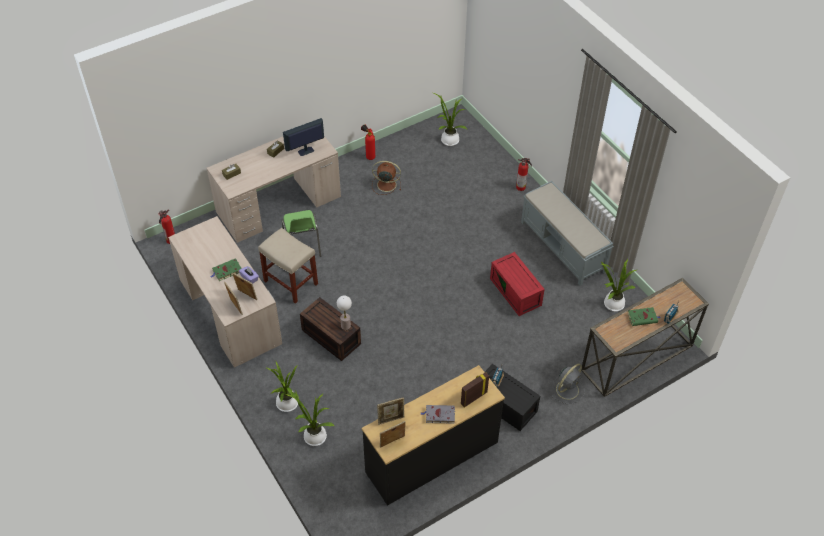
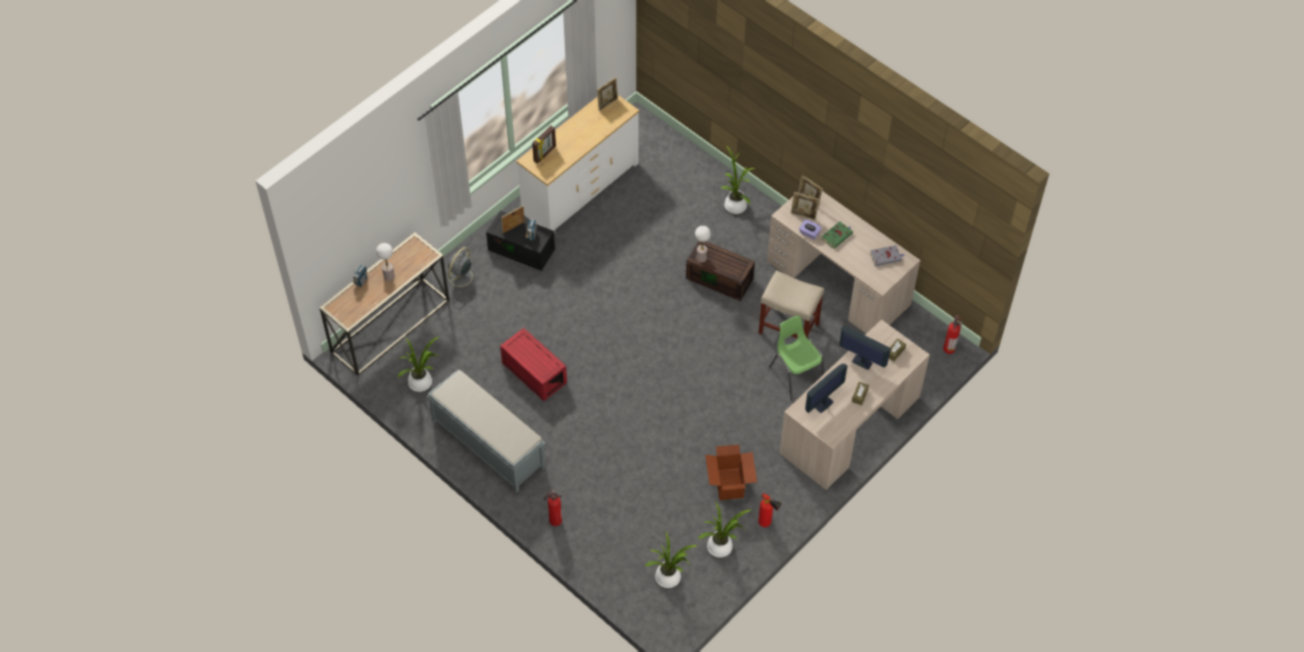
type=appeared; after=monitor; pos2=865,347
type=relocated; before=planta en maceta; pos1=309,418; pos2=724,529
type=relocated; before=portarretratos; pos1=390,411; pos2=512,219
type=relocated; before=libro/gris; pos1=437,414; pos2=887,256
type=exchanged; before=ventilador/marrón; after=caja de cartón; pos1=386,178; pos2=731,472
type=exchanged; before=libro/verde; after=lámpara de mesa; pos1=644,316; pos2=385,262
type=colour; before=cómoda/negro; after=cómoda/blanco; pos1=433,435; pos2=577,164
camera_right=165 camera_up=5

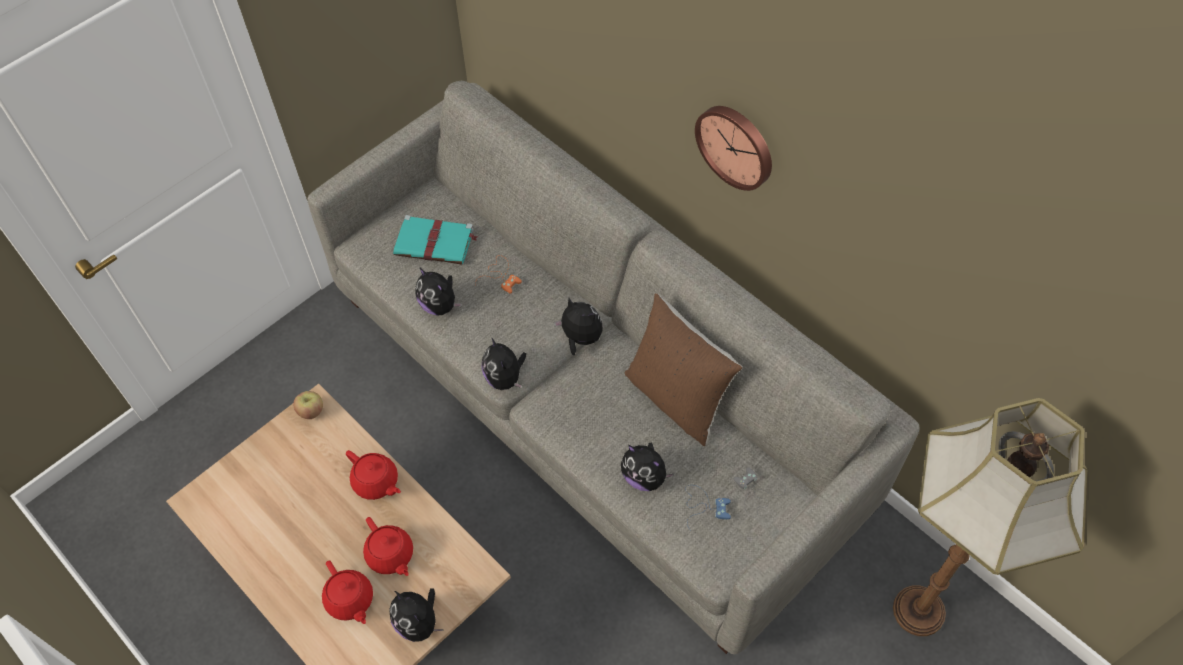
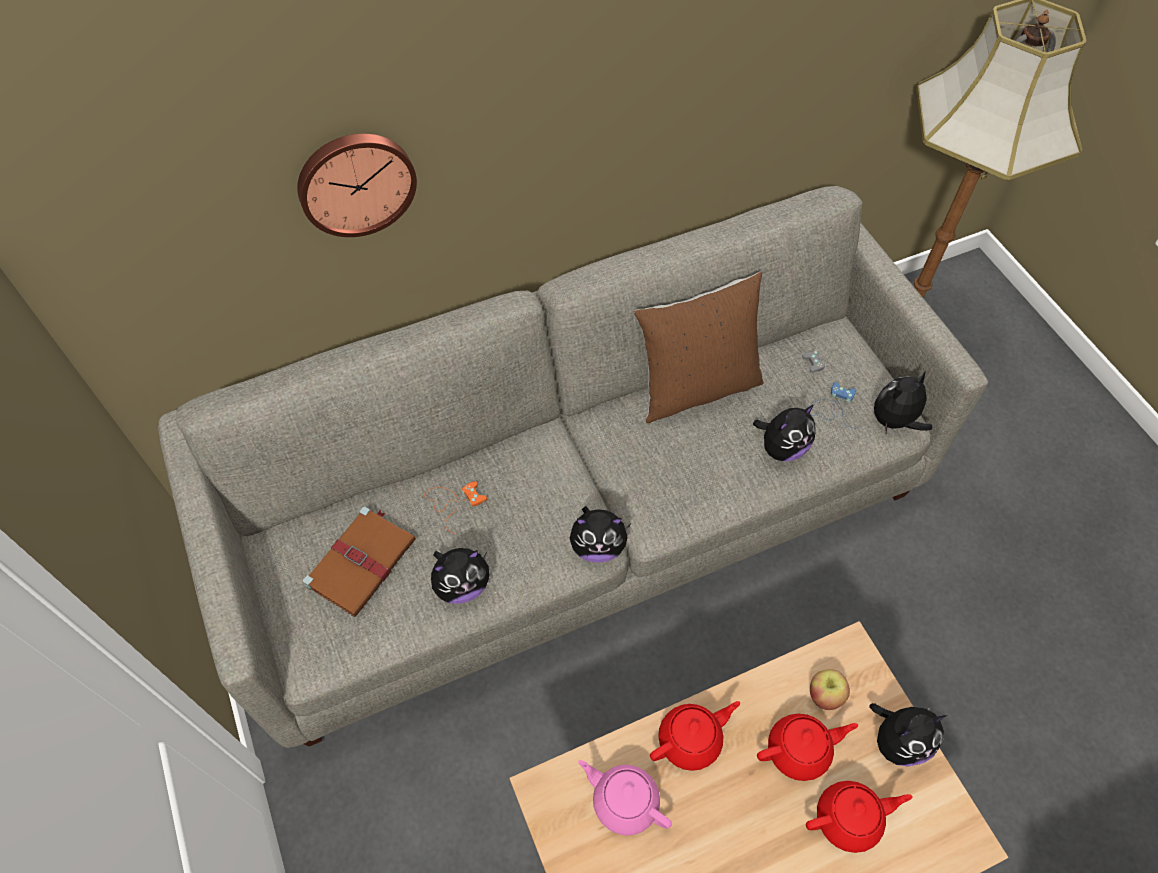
type=appeared; after=tetera/rosa; pos2=625,798
type=relocated; before=manzana; pos1=308,405; pos2=830,689
type=relocated; before=peluche; pos1=578,326; pos2=903,401
type=relocated; before=reloj de pared; pos1=733,148; pos2=357,185
type=colour; before=libro/turquesa; after=libro/marrón; pos1=435,240; pos2=359,562
camera_right=-70 camera_up=0

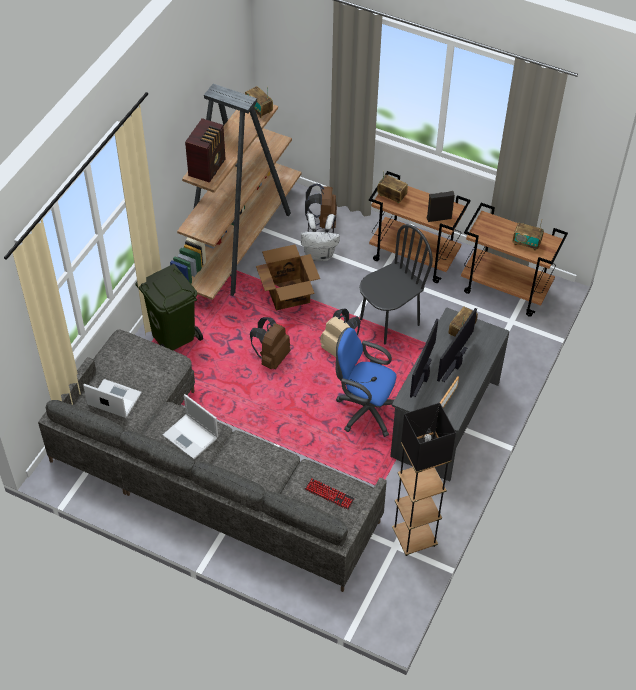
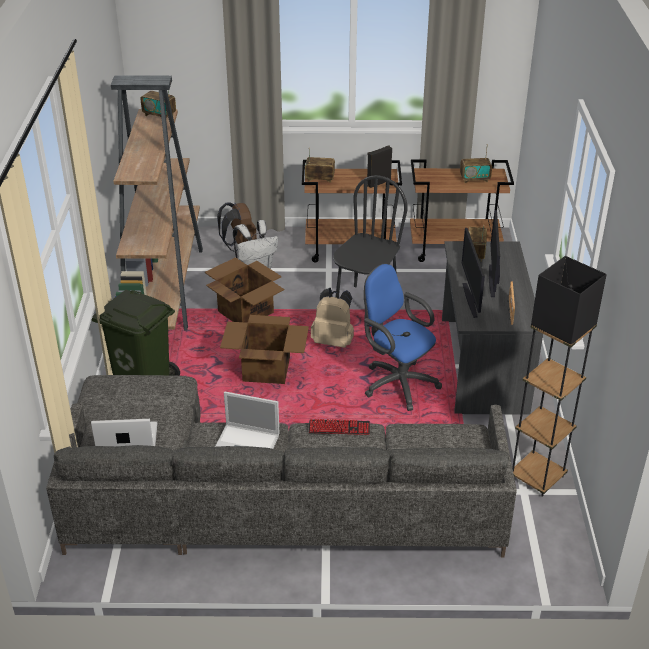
type=missing; before=radio; pos1=205,150
type=relocated; before=teclado; pos1=330,494; pos2=339,427
type=exchanged; before=mochila/marrón; after=caja de cartón; pos1=270,343; pos2=264,349
type=spun; before=silla de oficina/azul; pos1=365,382; pos2=403,337; turn=45
camera_right=-25 camera_up=-15

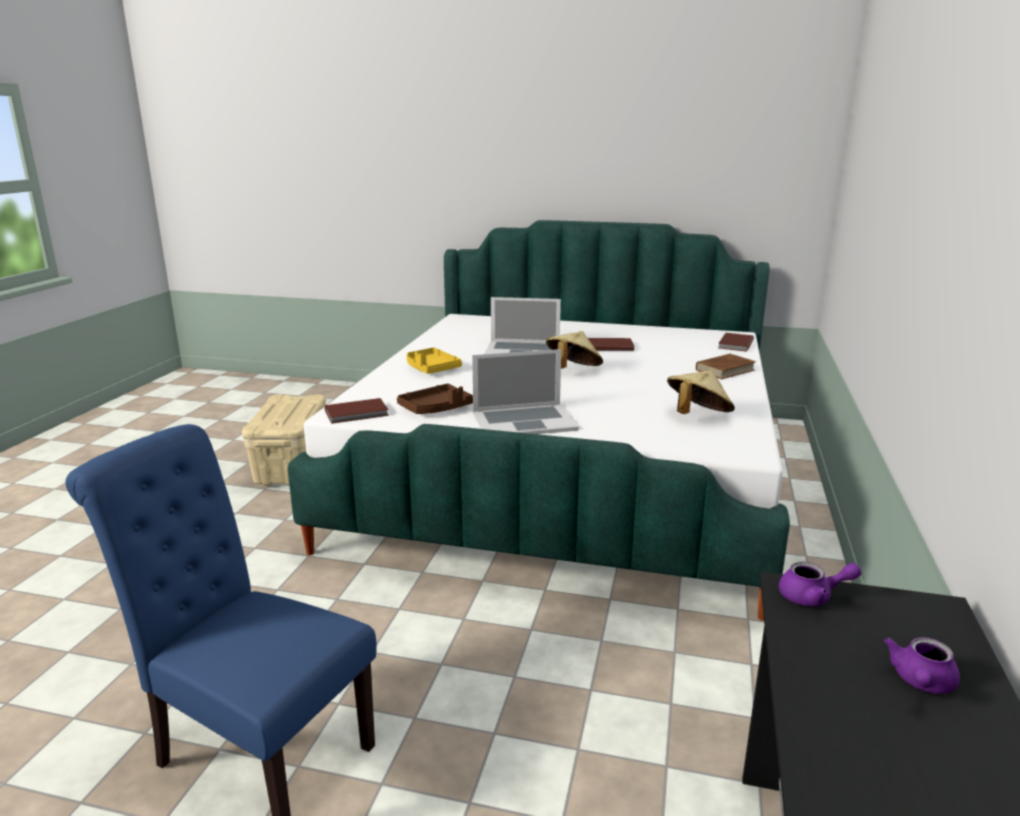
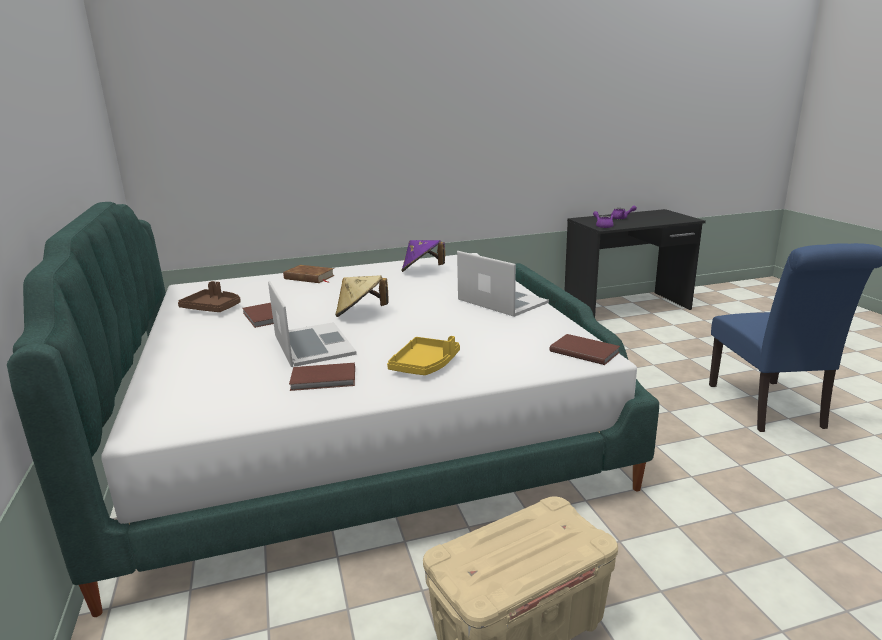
type=relocated; before=bandeja/marrón; pos1=435,399; pos2=209,296
type=relocated; before=libro/marrón; pos1=736,342; pos2=322,377
type=colour; before=sombrero/beis; after=sombrero/morado; pos1=701,392; pos2=423,256
camera_right=-120 camera_up=0

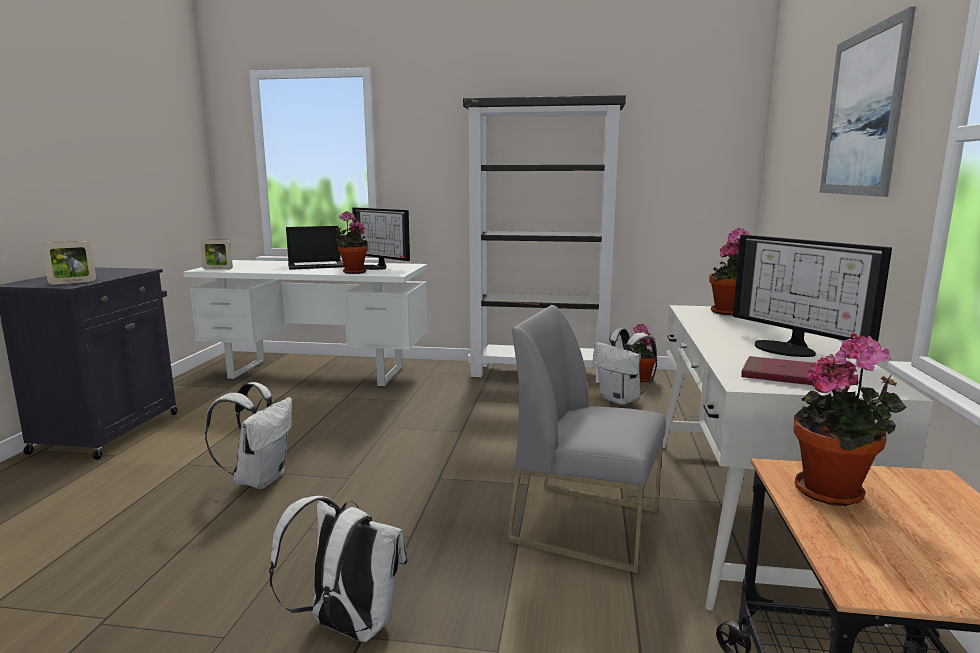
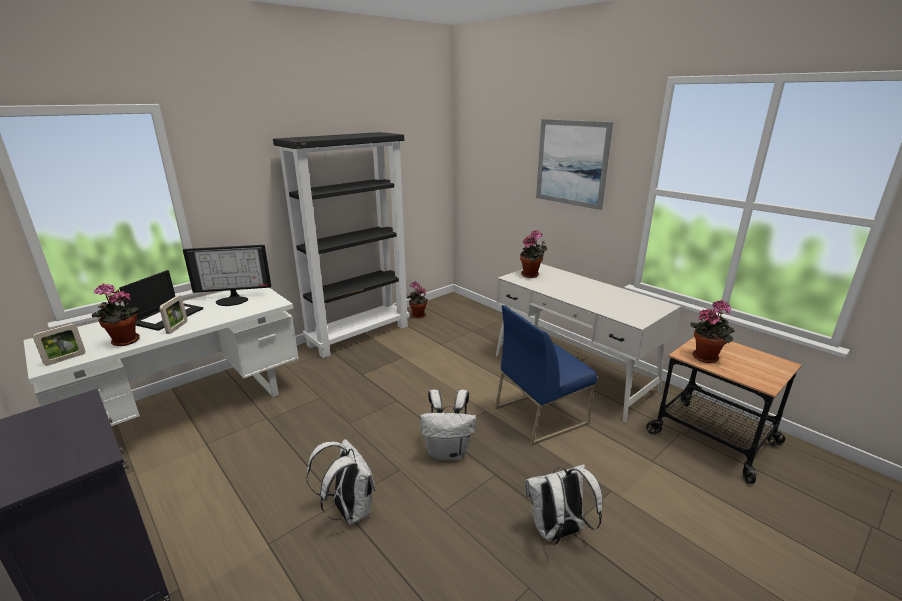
type=missing; before=monitor; pos1=812,295
type=missing; before=libro/rojo; pos1=785,370
type=relocated; before=portarretratos; pos1=69,263; pos2=173,314
type=relocated; before=planta en maceta; pos1=350,242; pos2=116,314
type=relocated; before=mochila/blanco; pos1=625,366; pos2=448,424
type=colour; before=silla/gris; after=silla/azul; pos1=586,439; pos2=546,375
camera_right=-50 camera_up=10

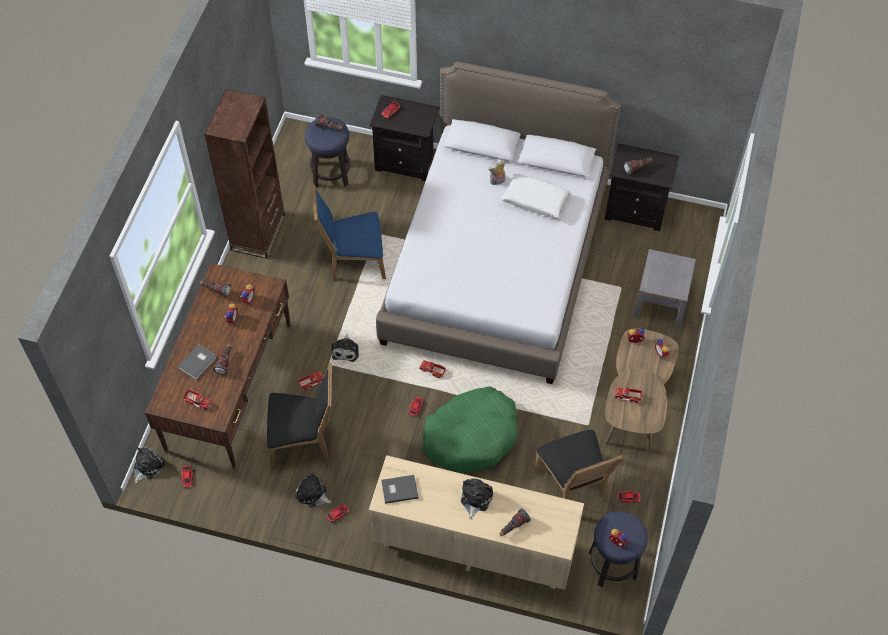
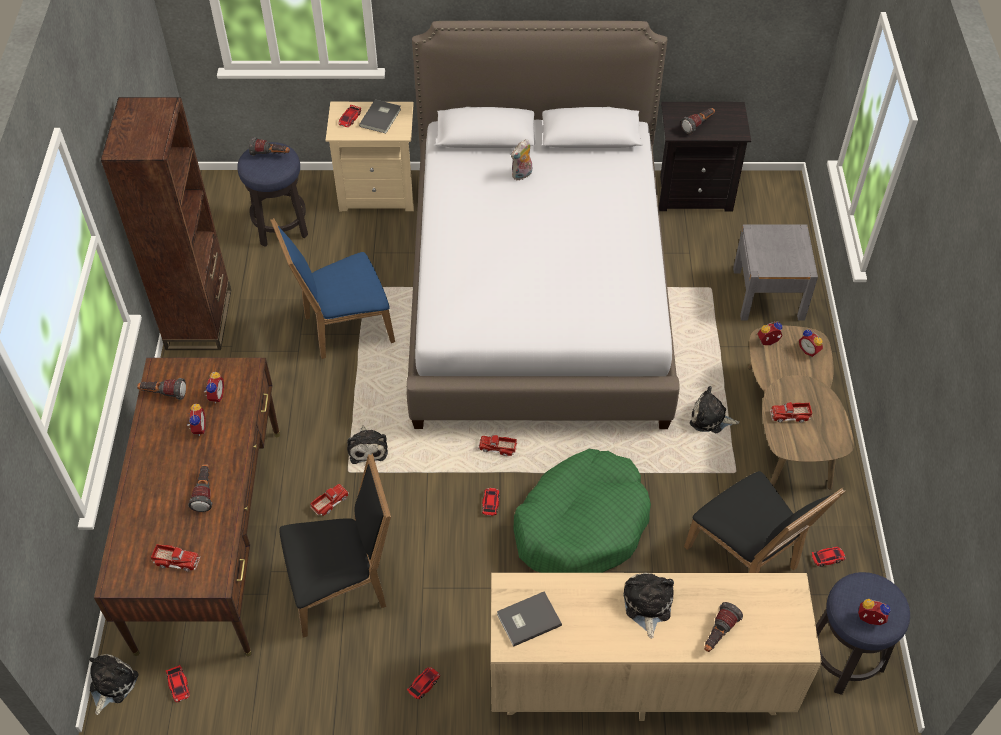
type=missing; before=cojín/blanco; pos1=536,196
type=relocated; before=libro/gris; pos1=197,361; pos2=380,116
type=relocated; before=peluche; pos1=313,489; pos2=714,409
type=colour; before=mesita de noche/negro; after=mesita de noche/beis; pos1=404,138; pos2=370,156
camera_right=-15 camera_up=-5

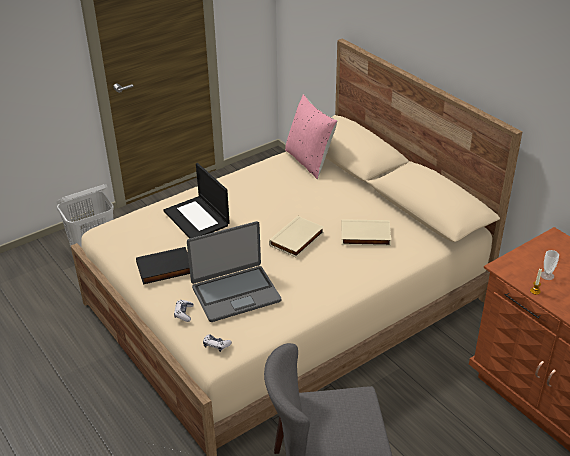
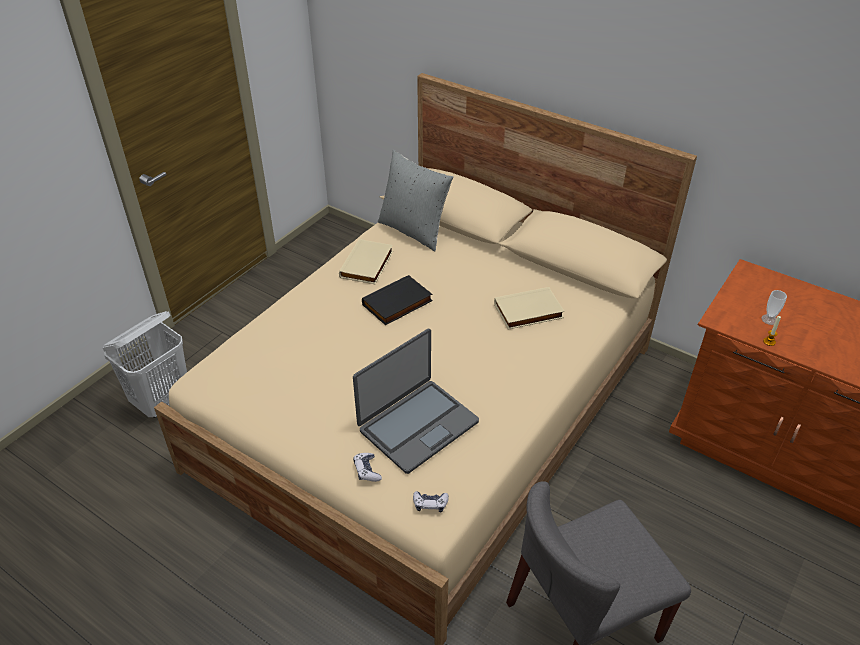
type=missing; before=portátil; pos1=197,200
type=relocated; before=libro/negro; pos1=163,265; pos2=397,300
type=relocated; before=libro/beis; pos1=296,236; pos2=366,261
type=colour; before=cojín/rosa; after=cojín/gris; pos1=311,136; pos2=416,200
camera_right=-20 camera_up=5

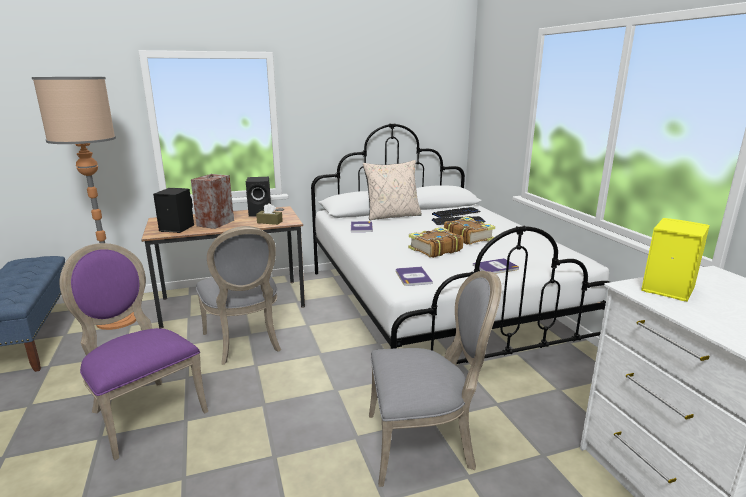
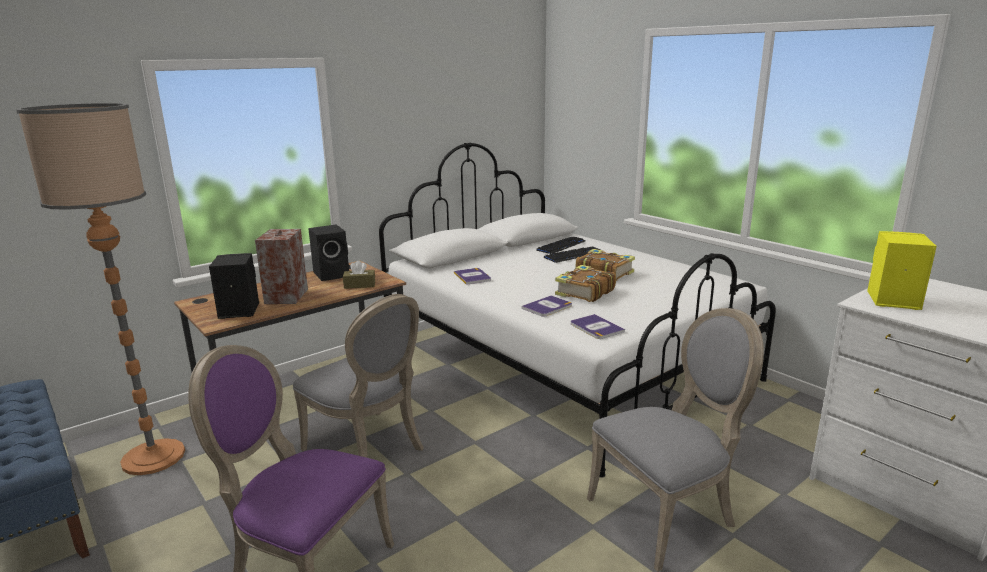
type=missing; before=cojín/beis; pos1=392,190
type=relocated; before=libro; pos1=496,266; pos2=546,306
camera_right=-20 camera_up=0

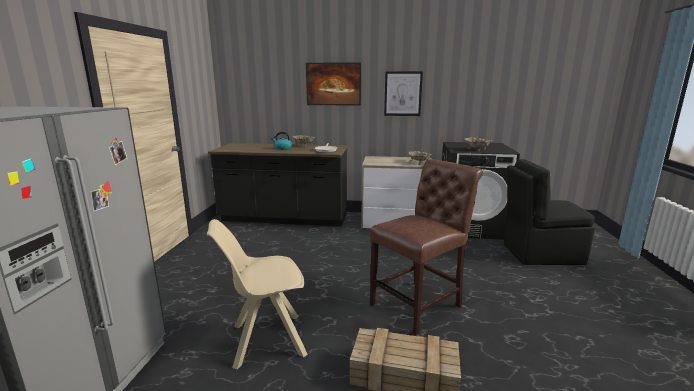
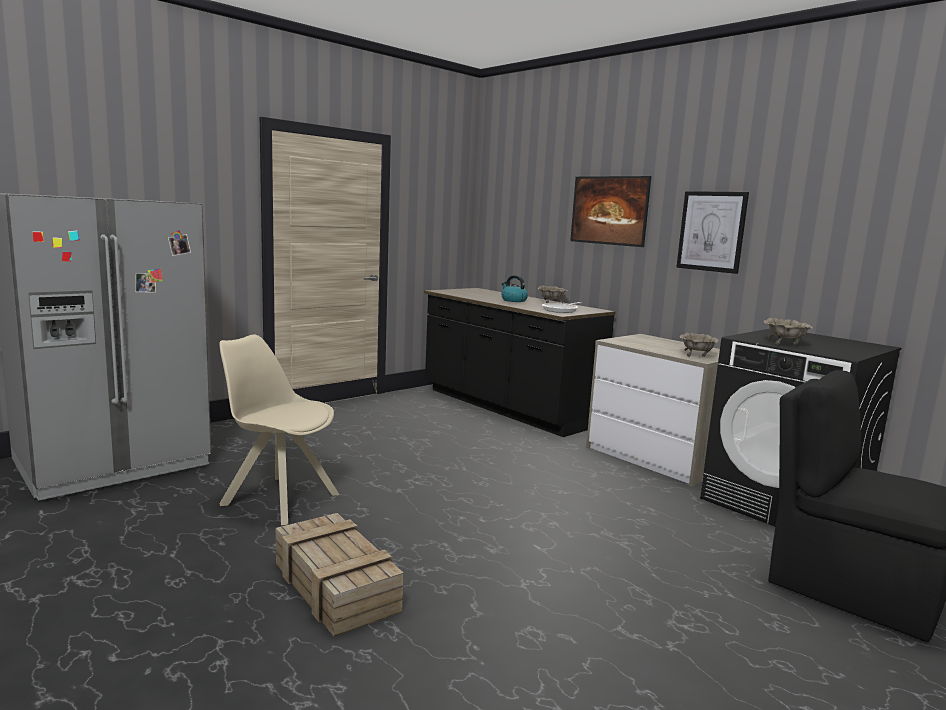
type=missing; before=silla/marrón; pos1=426,247
camera_right=40 camera_up=-5

